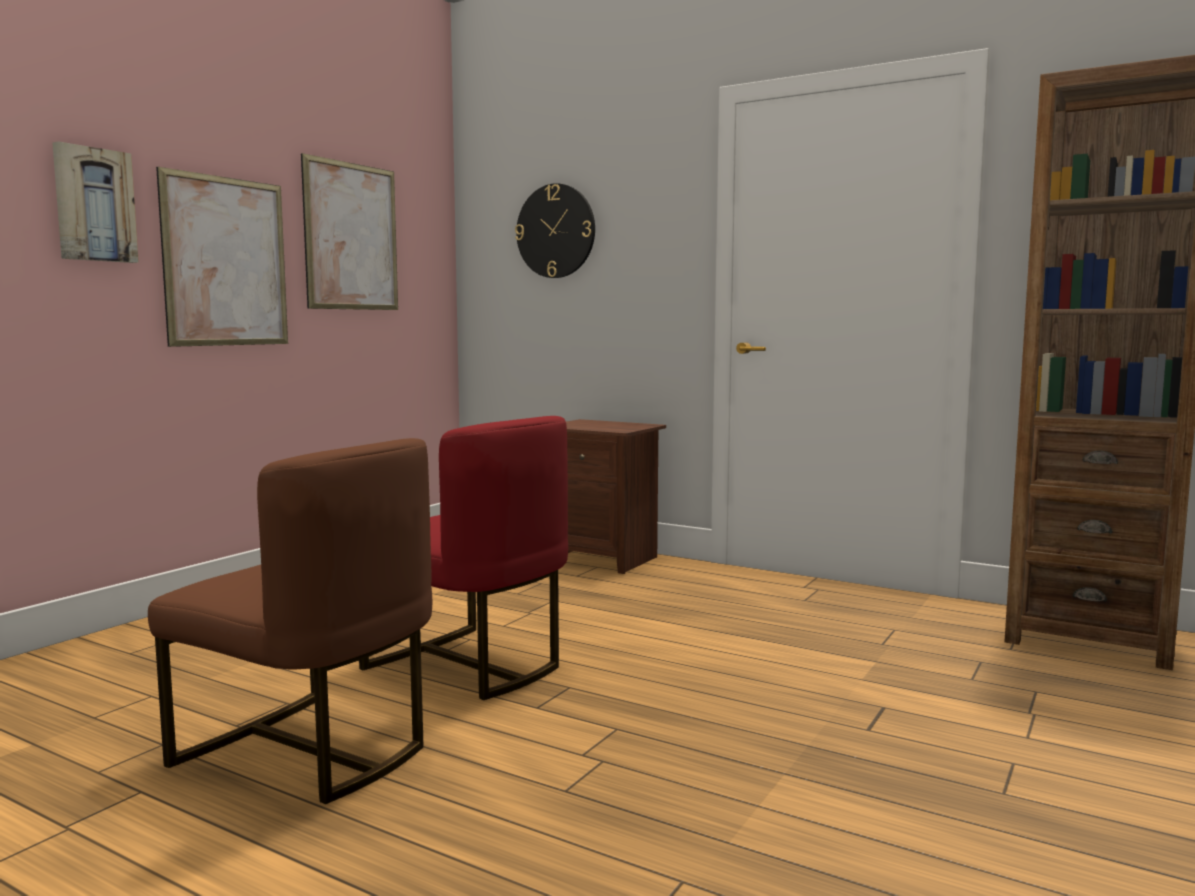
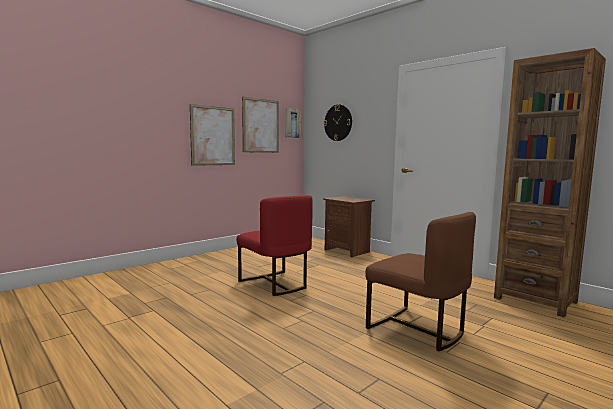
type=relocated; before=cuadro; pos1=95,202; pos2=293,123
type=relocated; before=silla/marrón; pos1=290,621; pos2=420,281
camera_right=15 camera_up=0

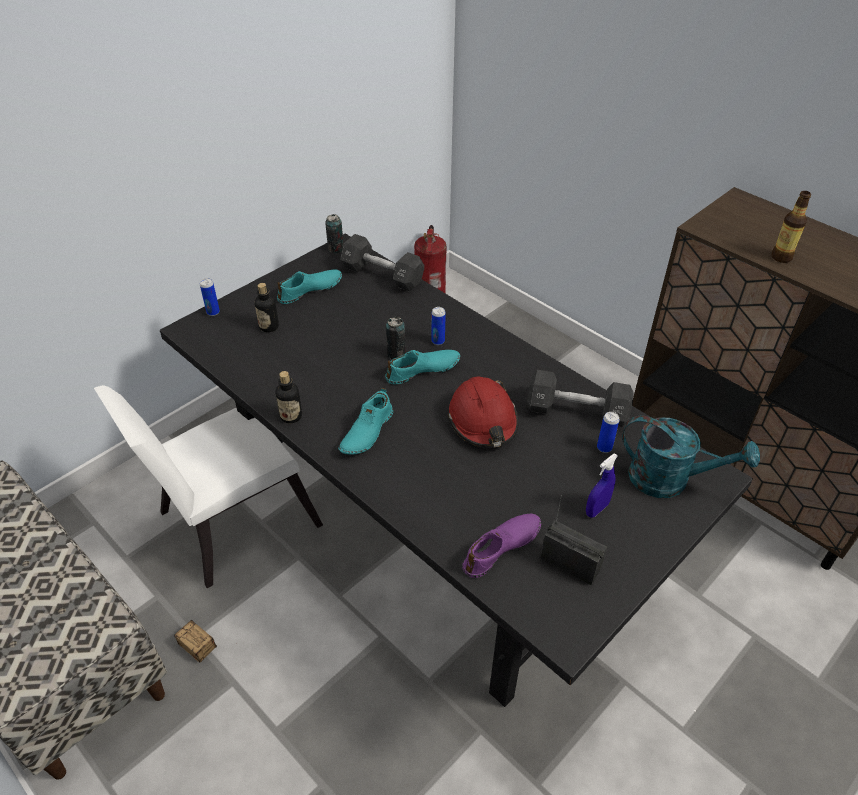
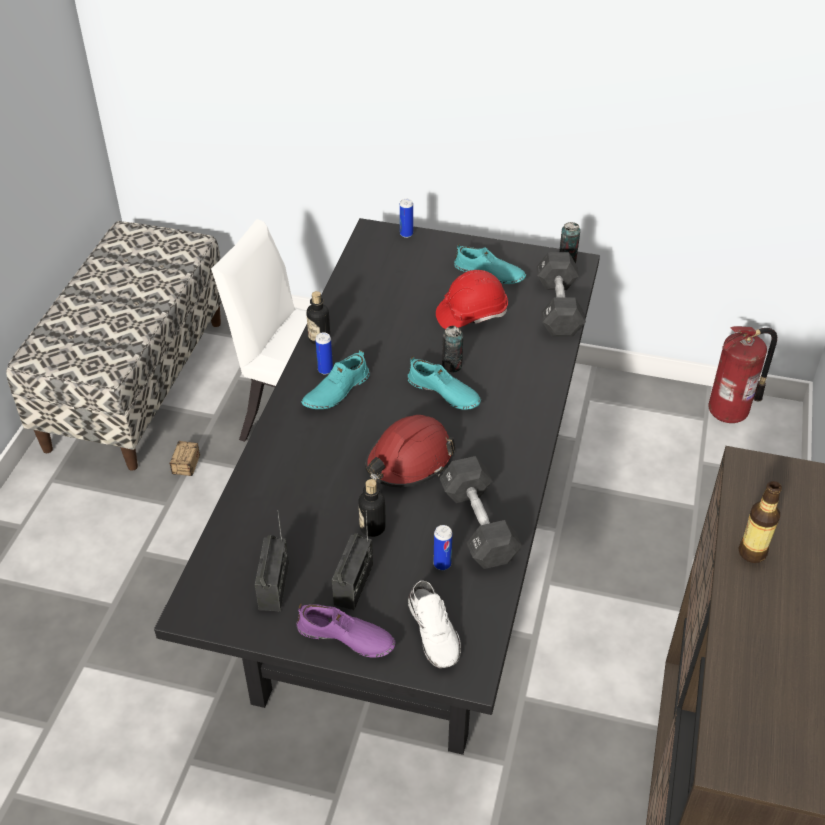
type=appeared; after=casco/rojo; pos2=472,299
type=relocated; before=botella; pos1=267,307; pos2=372,508
type=relocated; before=lata; pos1=438,326; pos2=324,353
type=relocated; before=zapato/morado; pos1=501,546; pos2=346,630
type=exchanged; before=pulverizador/azul; after=radio; pos1=602,485; pos2=352,560
type=exchanged; before=regadera/turquesa; after=zapato/blanco; pos1=691,457; pos2=434,624
type=spun; before=zapato/turquesa; pos1=365,421; pos2=335,379; turn=-45
camera_right=60 camera_up=0

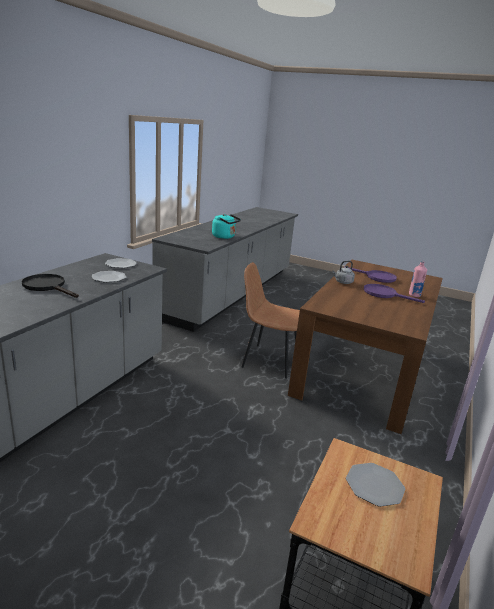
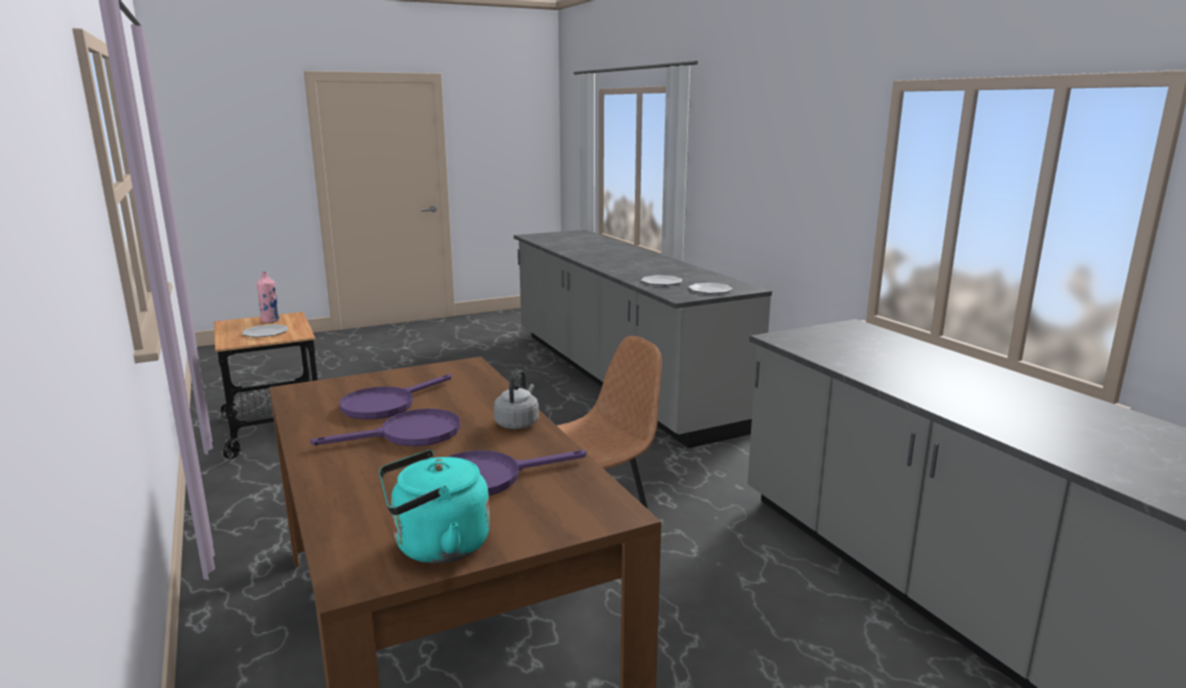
type=missing; before=sartén/negro; pos1=50,286
type=appeared; after=sartén/morado; pos2=395,396
type=relocated; before=hervidor/turquesa; pos1=226,226; pos2=434,507
type=relocated; before=botella/rosa; pos1=418,279; pos2=268,297
camera_right=130 camera_up=-5

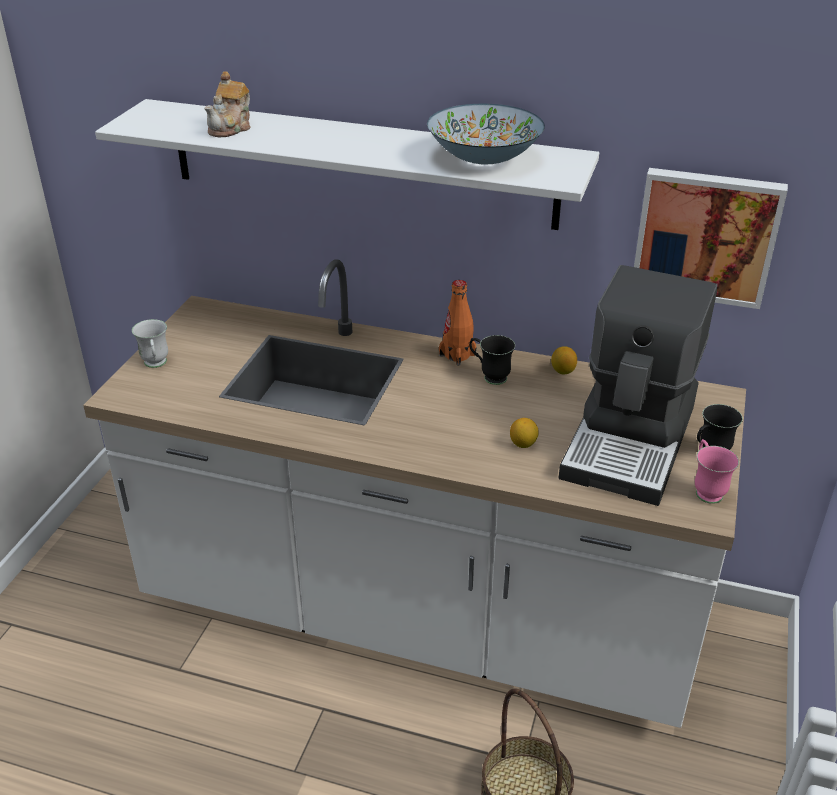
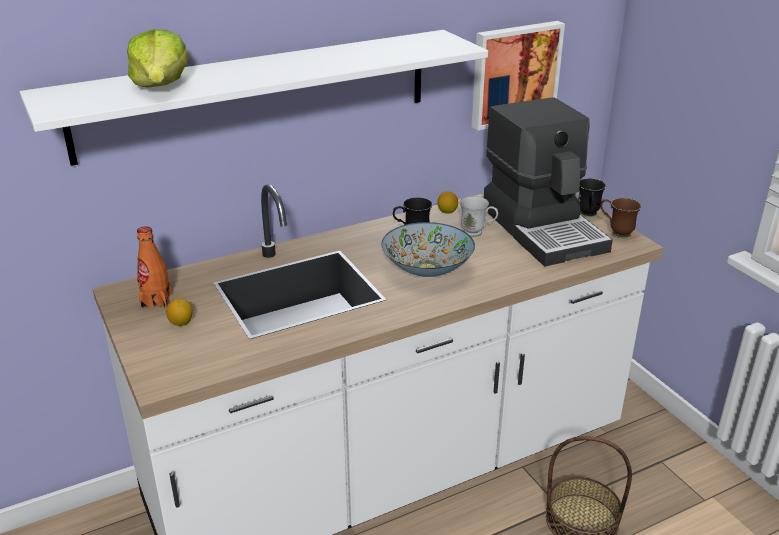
type=relocated; before=taza grande/blanco; pos1=150,343; pos2=479,216
type=relocated; before=cuenco; pos1=486,134; pos2=428,249
type=relocated; before=botella/naranja; pos1=458,323; pos2=154,267
type=relocated; before=limón; pos1=524,433; pos2=179,312
type=exchanged; before=tetera; after=lechuga; pos1=227,104; pos2=158,58
type=colour; before=taza grande/rosa; after=taza grande/marrón; pos1=717,471; pos2=620,218
camera_right=-45 camera_up=-5

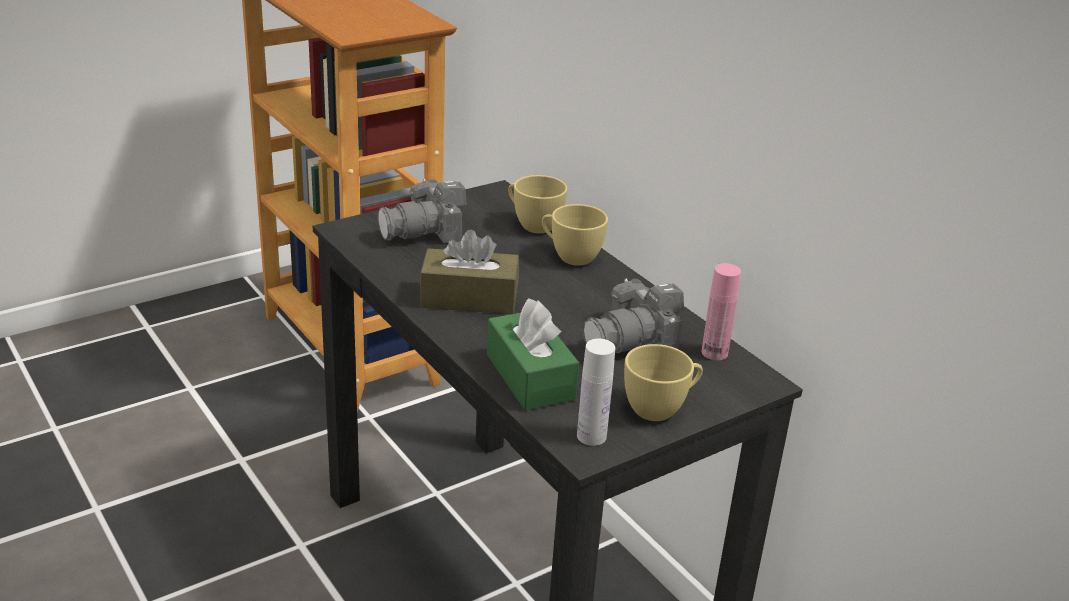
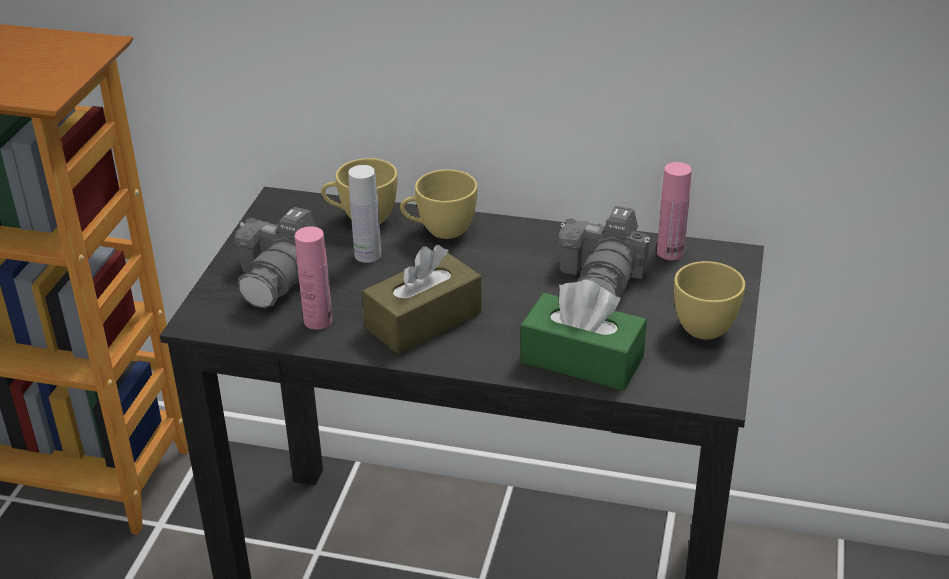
type=appeared; after=botella/rosa; pos2=314,278
type=relocated; before=botella/blanco; pos1=596,392; pos2=364,214
camera_right=-40 camera_up=5

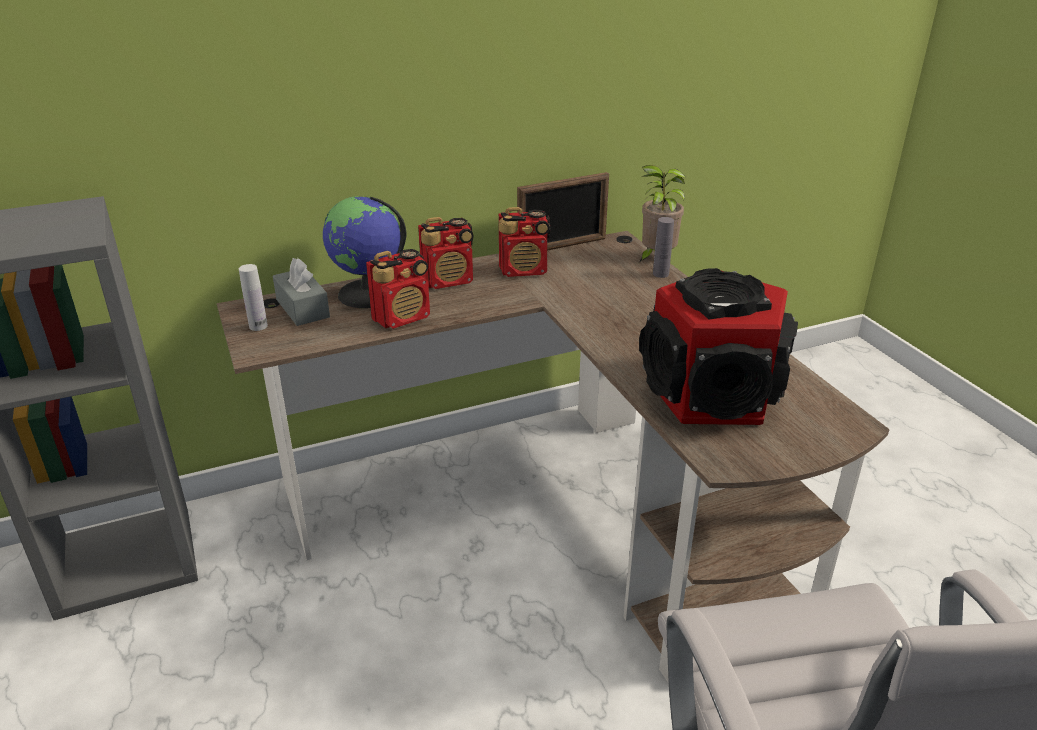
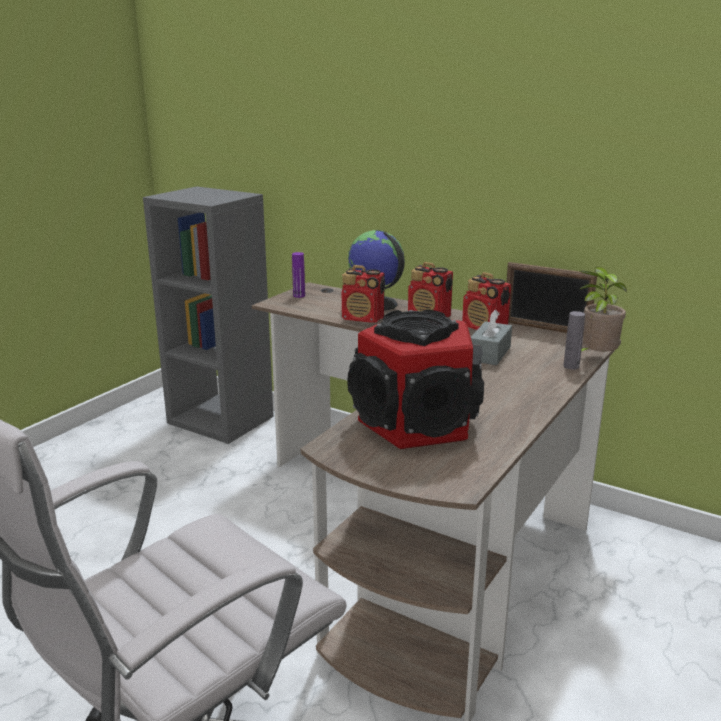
type=relocated; before=caja de pañuelos/gris; pos1=301,292; pos2=491,337
type=colour; before=botella/blanco; after=botella/morado; pos1=253,297; pos2=298,275
camera_right=55 camera_up=-10

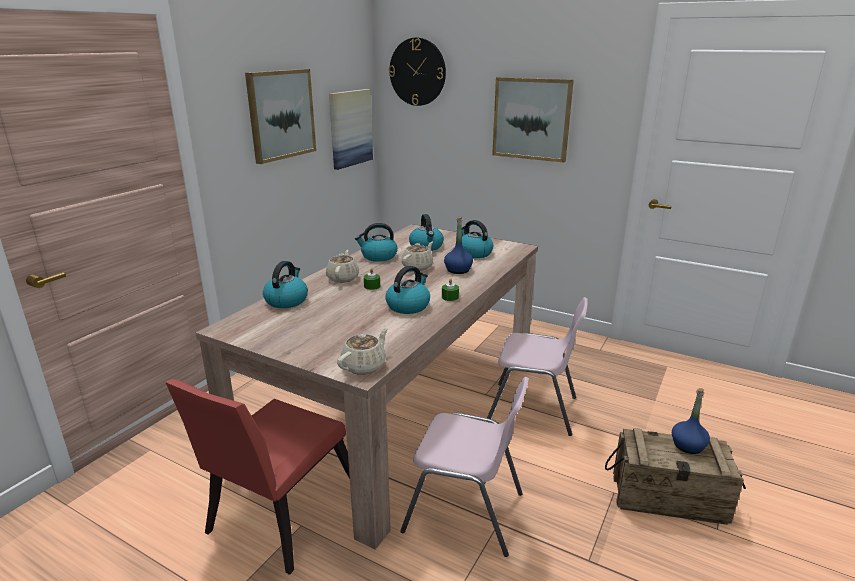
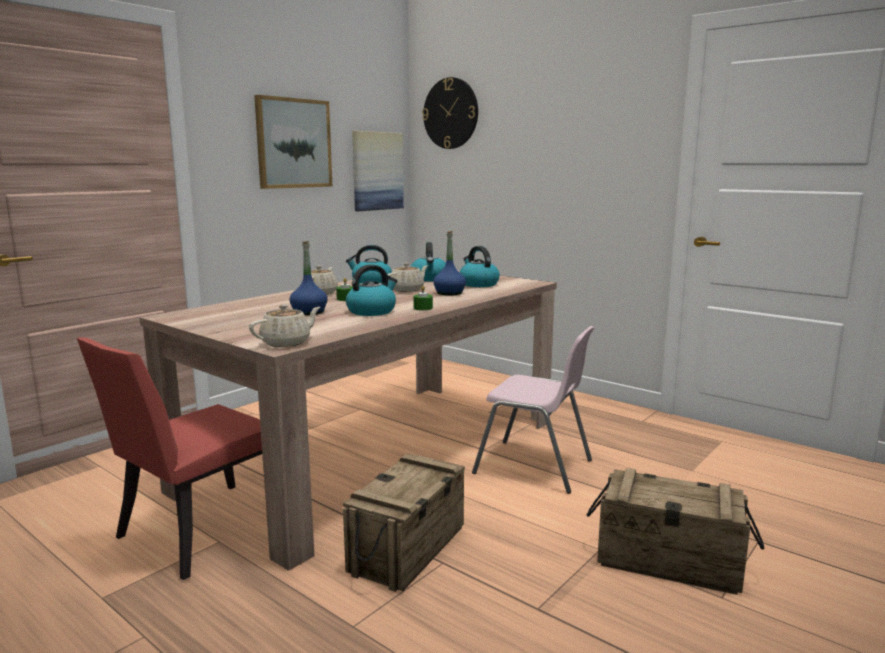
type=missing; before=hervidor; pos1=285,284
type=missing; before=cuadro; pos1=533,119
type=relocated; before=botella/azul; pos1=691,421; pos2=308,278
type=exchanged; before=silla/rosa; after=caja de embalaje; pos1=464,467; pos2=404,523
camera_right=10 camera_up=-10

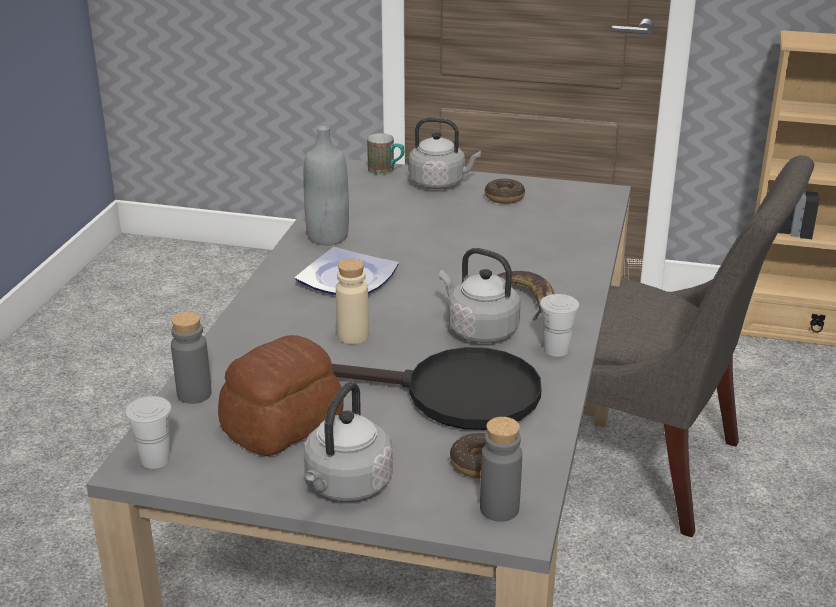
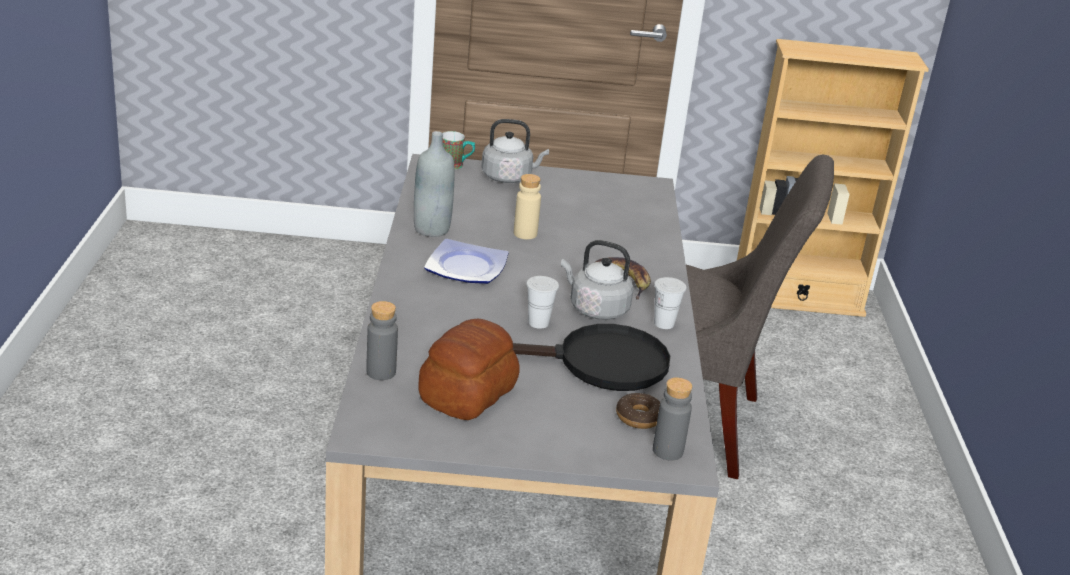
type=missing; before=hervidor/gris; pos1=348,441
type=missing; before=rosquilla; pos1=505,191
type=relocated; before=taza/blanco; pos1=148,432; pos2=542,302
type=relocated; before=botella/beis; pos1=352,301; pos2=527,206
camera_right=-15 camera_up=0

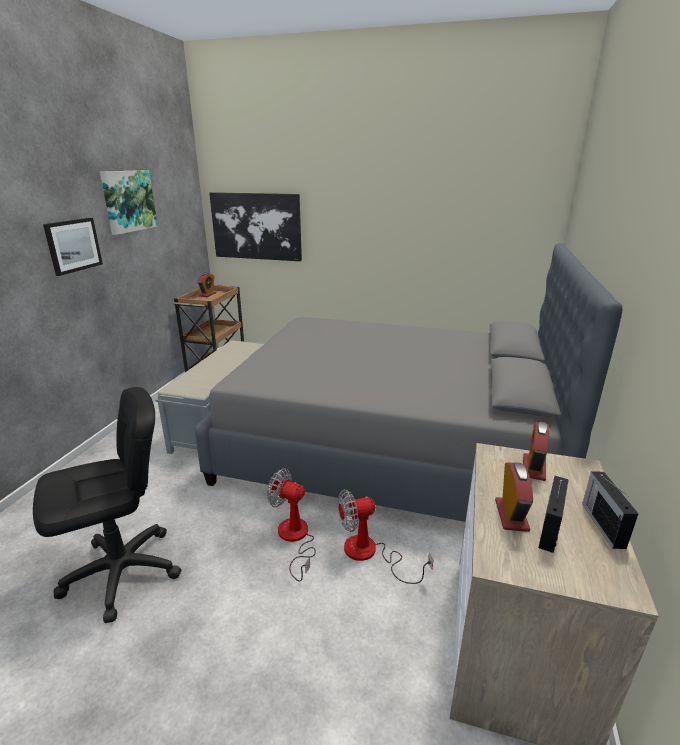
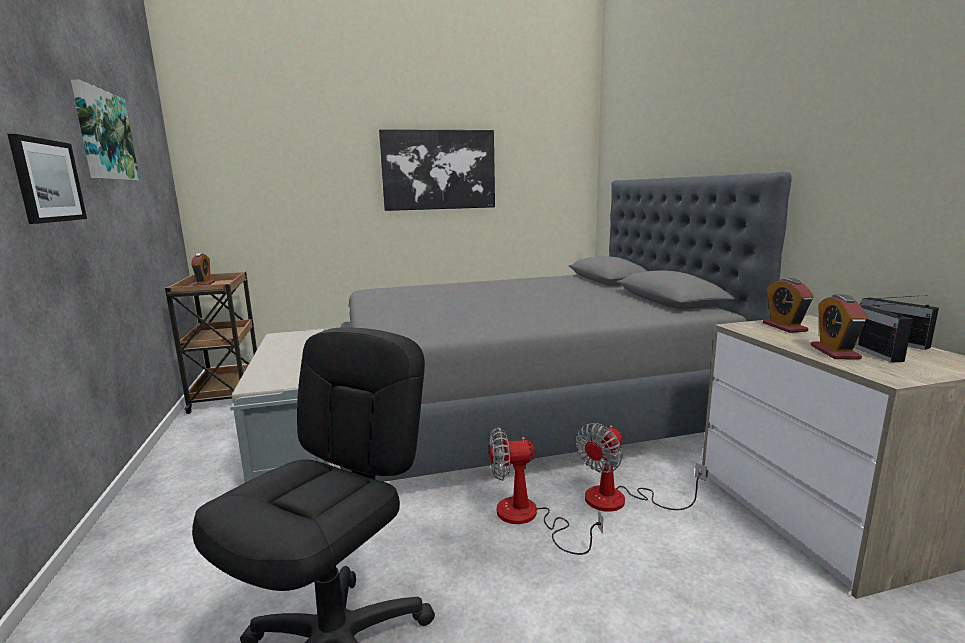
type=relocated; before=cuadro; pos1=255,226; pos2=437,170
type=spun; before=despertador; pos1=514,497; pos2=839,327; turn=-150
camera_right=-30 camera_up=-10

